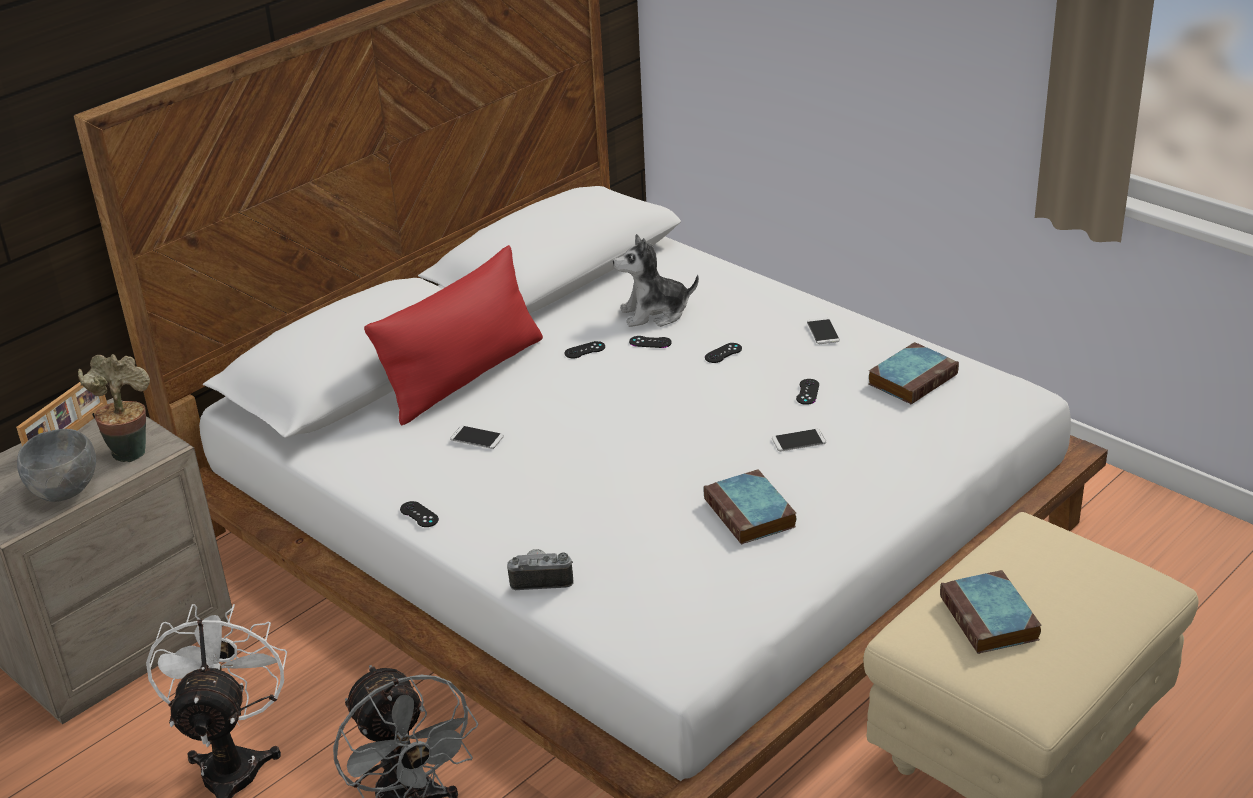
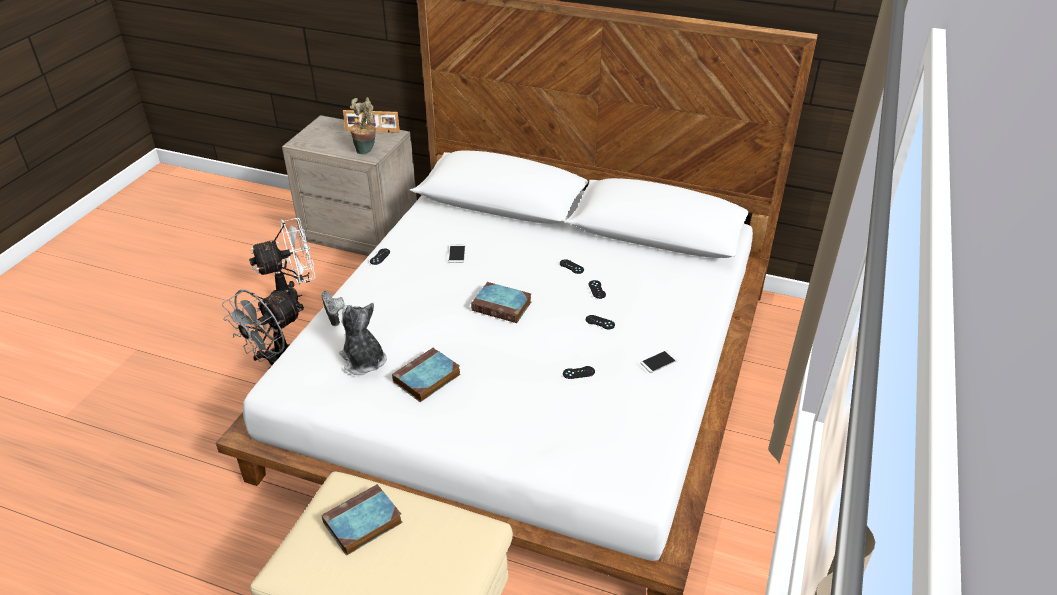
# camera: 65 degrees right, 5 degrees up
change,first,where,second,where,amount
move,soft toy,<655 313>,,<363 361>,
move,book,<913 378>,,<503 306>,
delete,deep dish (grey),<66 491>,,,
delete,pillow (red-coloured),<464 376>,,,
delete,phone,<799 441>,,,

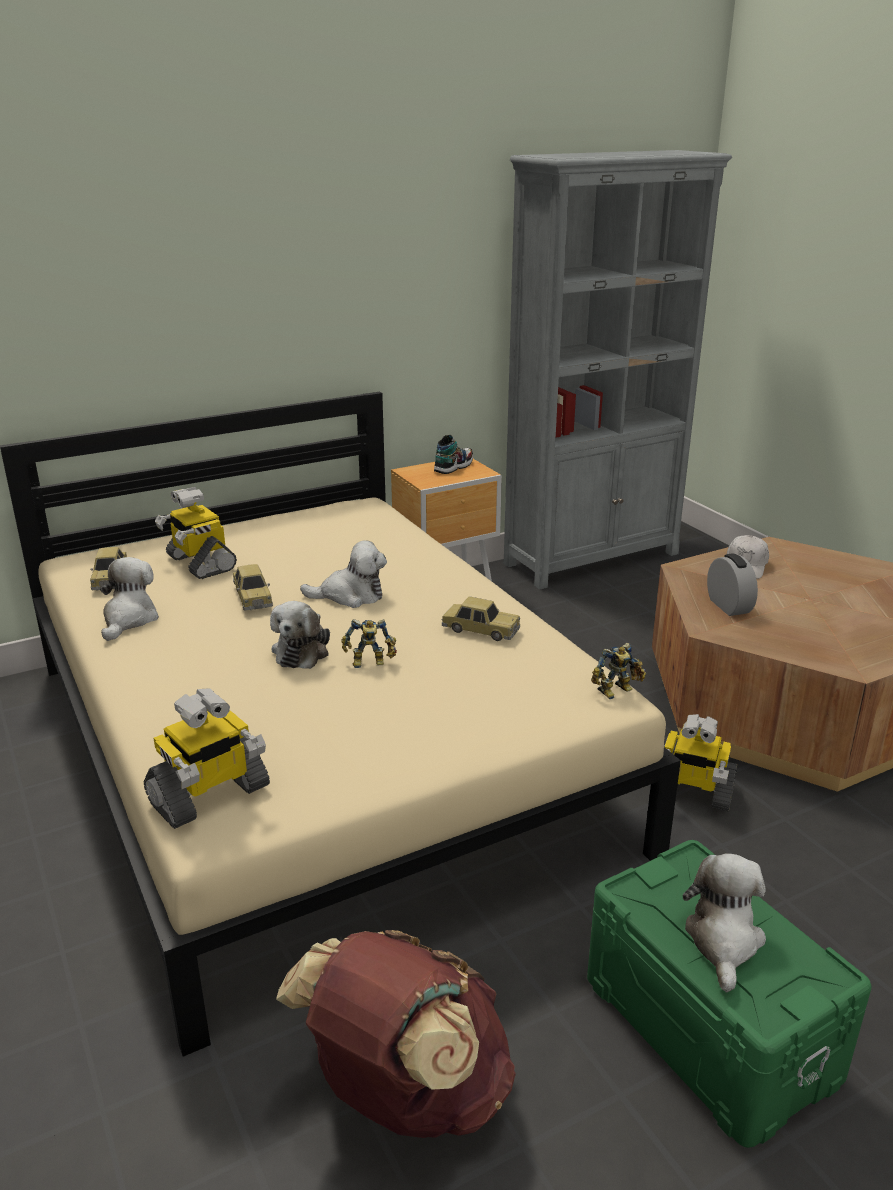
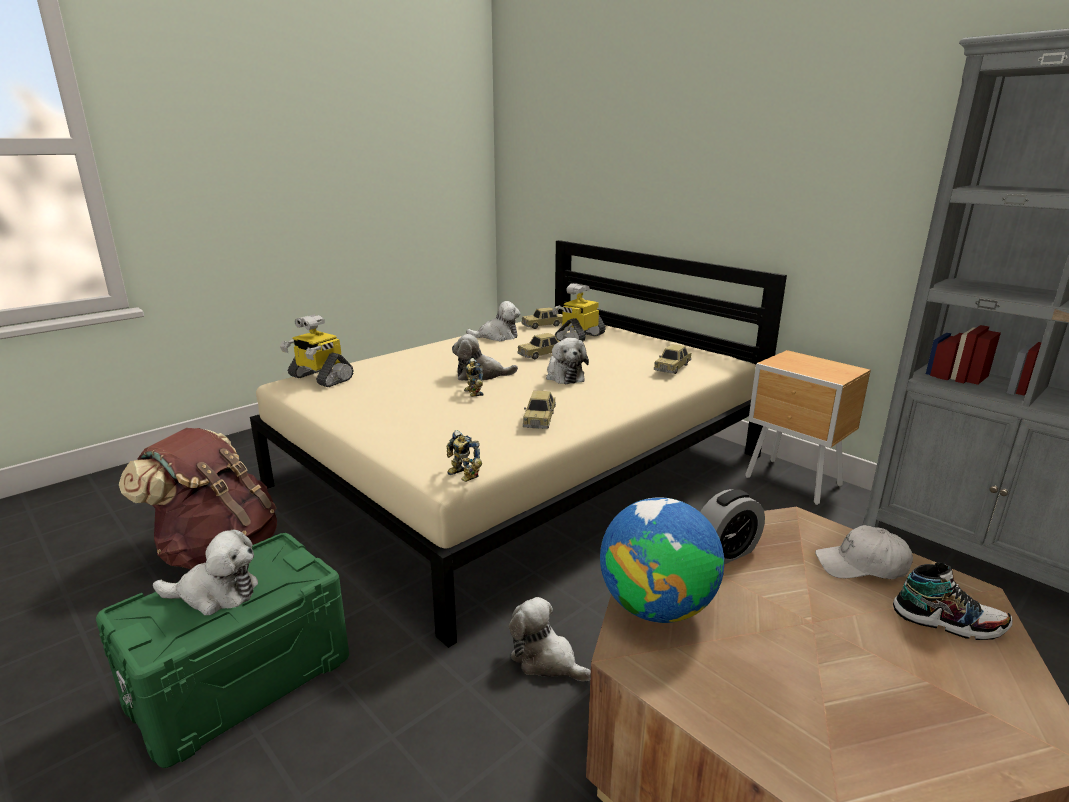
# camera: 75 degrees right, 5 degrees down
change,first,where,second,where,amount
replace,model robot,<691 792>,soft toy,<546 660>,
insert,,,desk globe,<657 607>,
insert,,,miniature car,<672 367>,
move,item of footwear,<453 466>,,<947 622>,

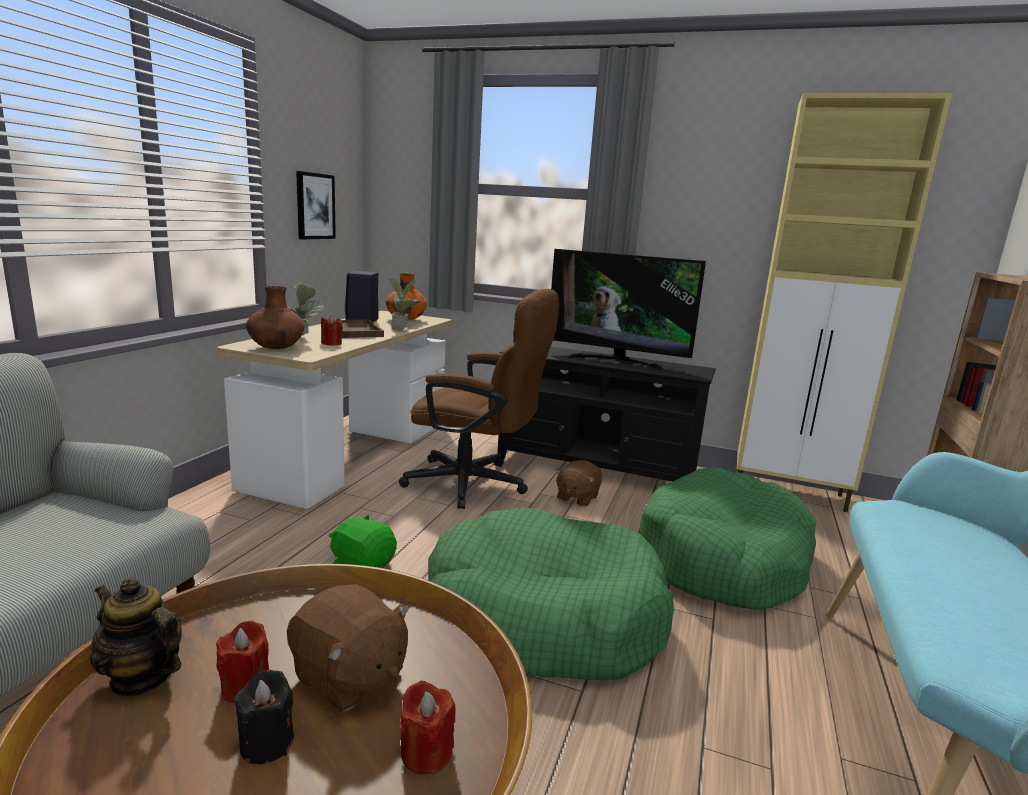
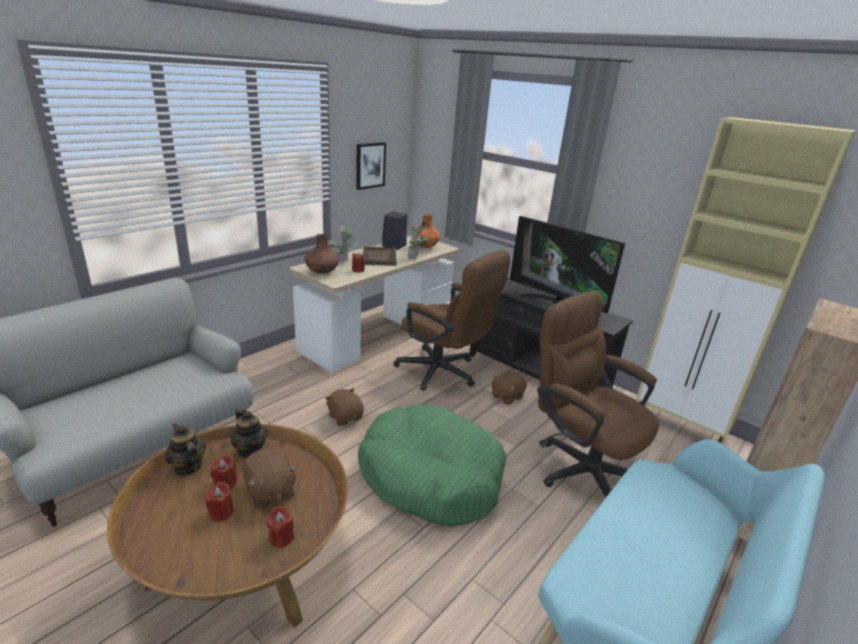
# camera: 20 degrees right, 10 degrees up
change,first,where,second,where,amount
recolor,wax candle (blackish),<267 743>,wax candle (red-coloured),<221 512>,
insert,,,tea pot,<251 450>,
recolor,soft toy (green),<363 564>,soft toy (brown),<345 417>,
replace,dog bed (green),<723 559>,desk chair (brown),<580 466>,

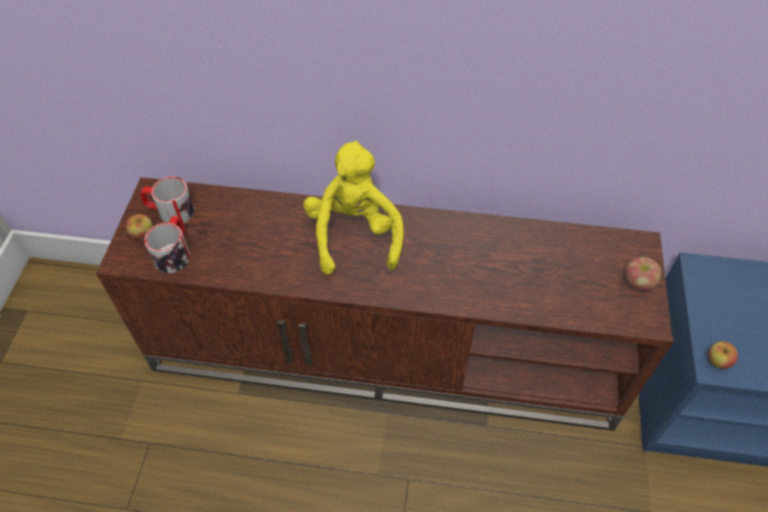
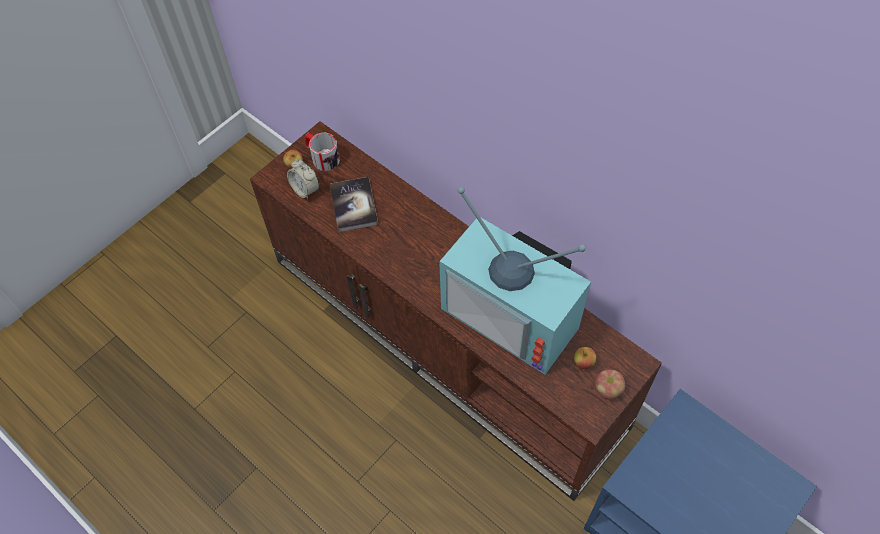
# camera: 35 degrees right, 5 degrees up
change,first,where,second,where,amount
replace,tea mug,<174 252>,alarm clock,<305 190>,
insert,,,book,<353 205>,
insert,,,TV set,<515 314>,
move,apple,<717 361>,,<583 362>,
delete,soft toy (yellow-coloured),<354 235>,,,

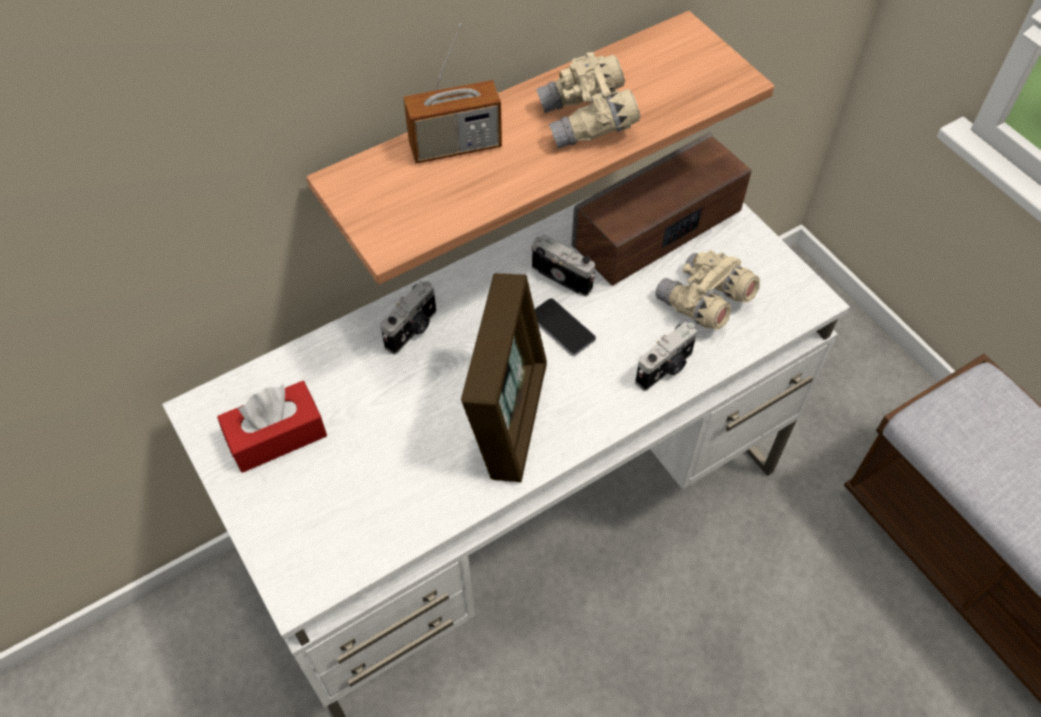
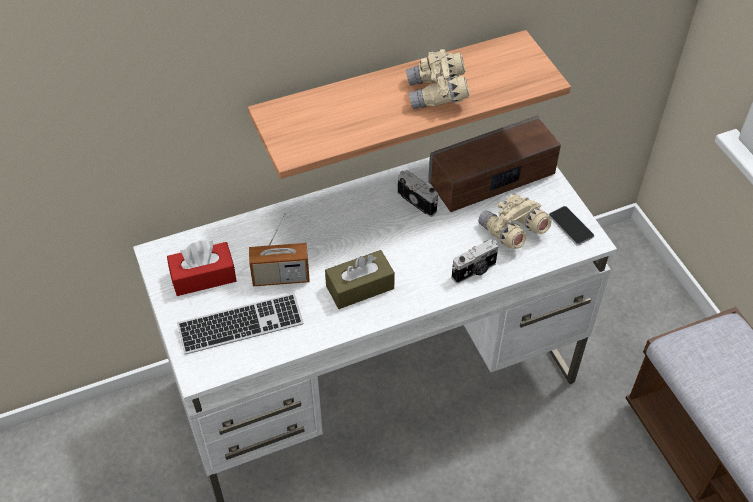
# camera: 10 degrees right, 5 degrees down
change,first,where,second,where,amount
insert,,,computer keyboard,<241 325>,
move,radio,<455 146>,,<281 277>,
replace,standing frame,<509 417>,tissue box (brown),<360 287>,
move,phone,<562 328>,,<571 226>,
delete,still camera,<413 330>,,,

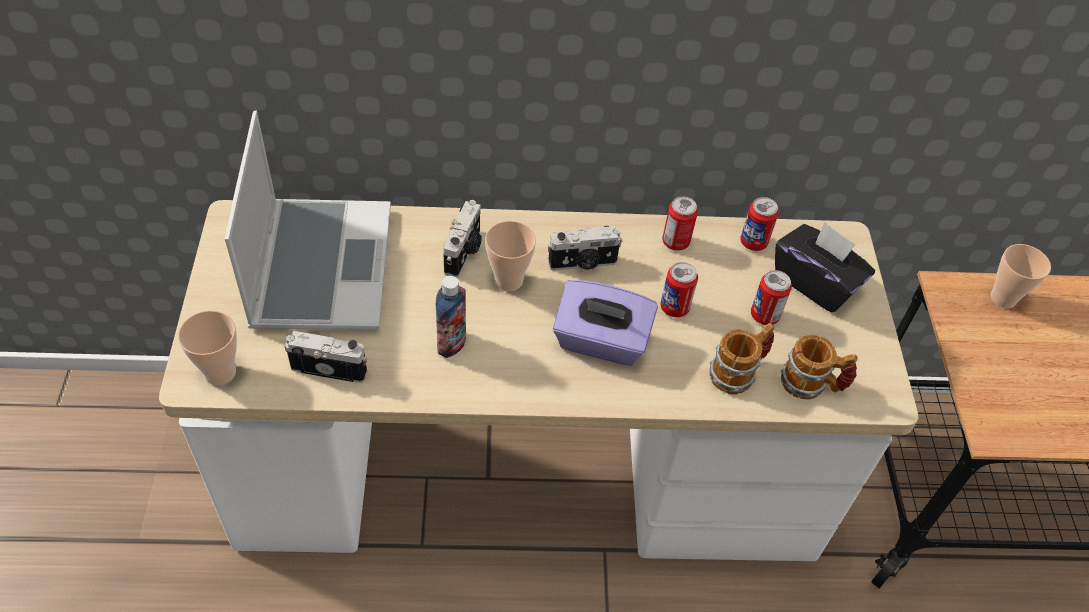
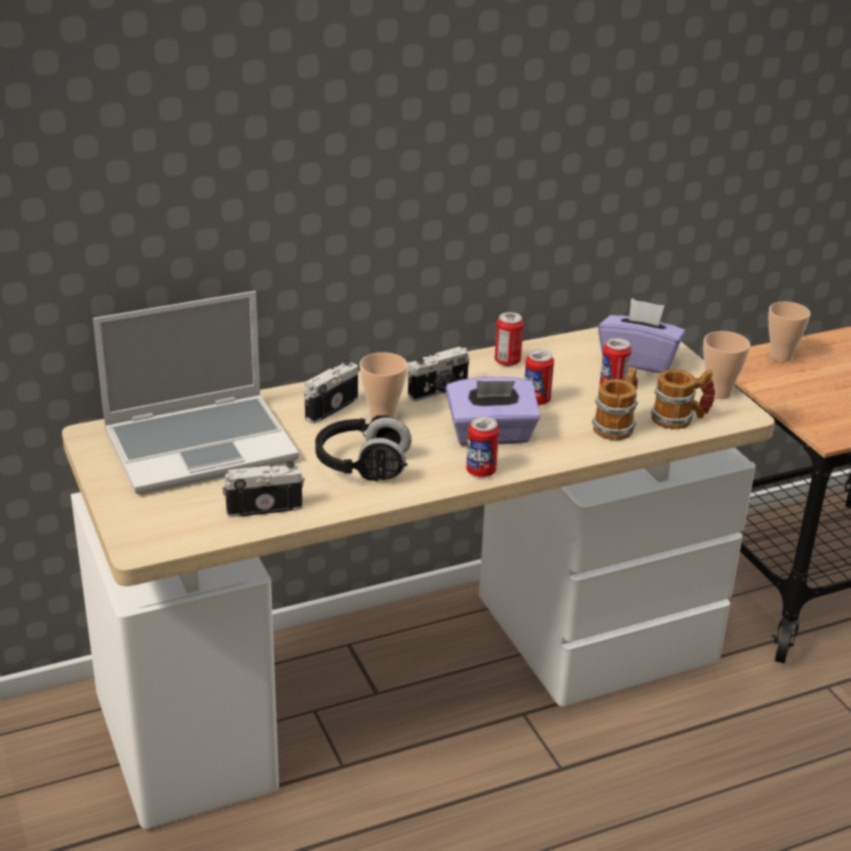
# camera: 20 degrees left, 20 degrees down
change,first,where,second,where,amount
rotate,portable computer,<320 265>,,<202 445>,90 degrees clockwise
rotate,still camera,<464 252>,,<329 408>,135 degrees counterclockwise
replace,bottle,<451 344>,headset (blackish),<363 466>,
move,can,<753 242>,,<481 471>,
recolor,tissue box (blackish),<815 282>,tissue box (purplish),<638 360>,
move,small cup,<220 372>,,<718 392>,

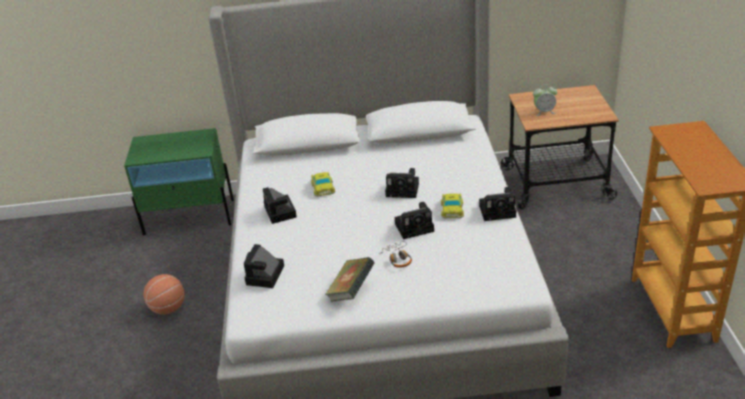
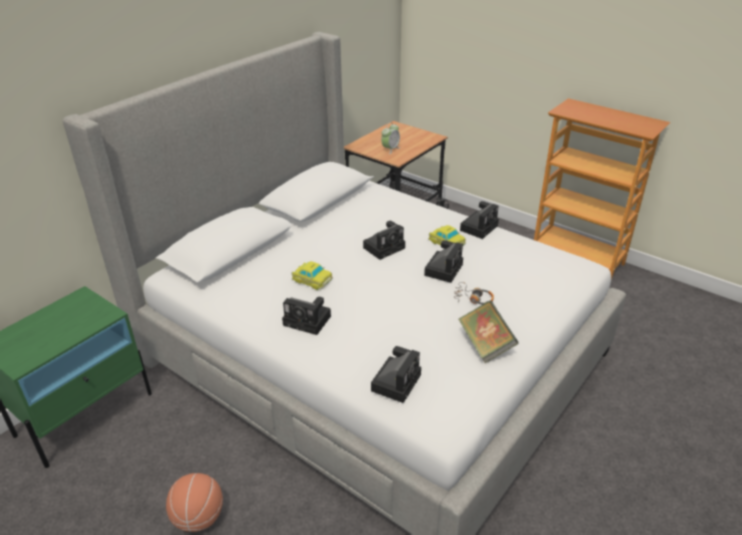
# camera: 50 degrees left, 0 degrees up
change,first,where,second,where,amount
rotate,still camera,<265 276>,,<396 381>,120 degrees counterclockwise

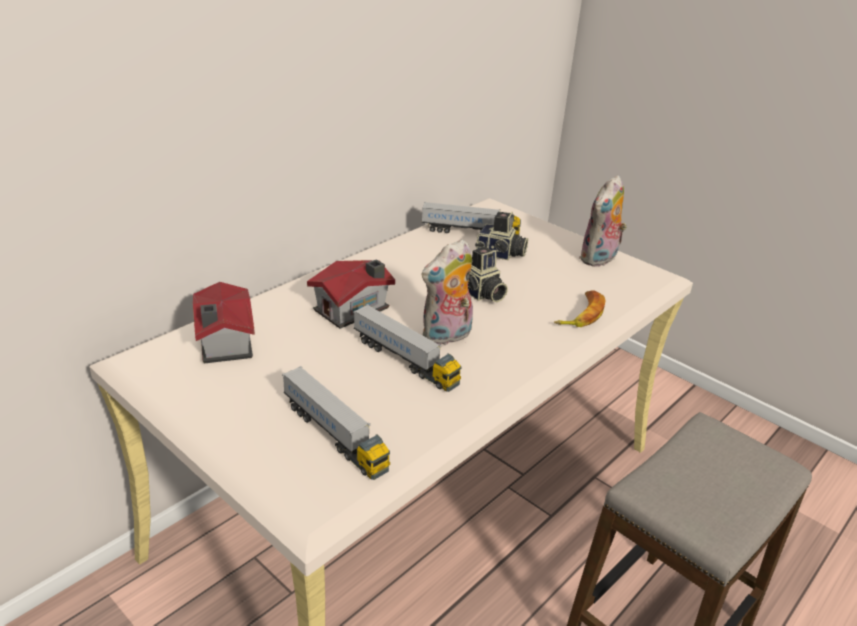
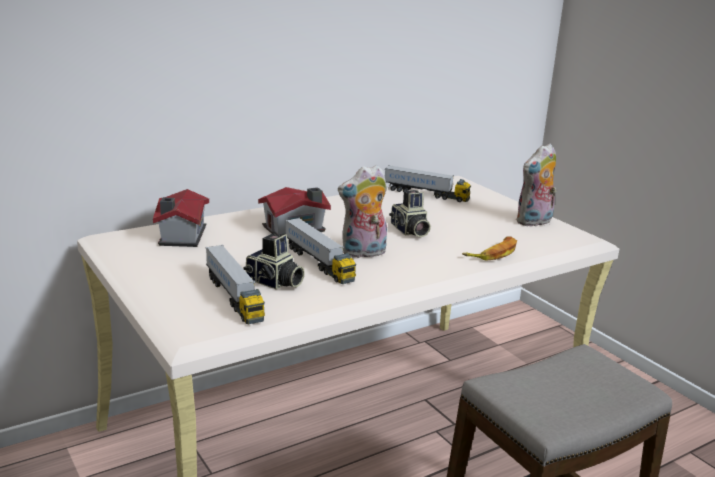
# camera: 15 degrees right, 10 degrees down
change,first,where,second,where,amount
move,still camera,<500 254>,,<274 282>,

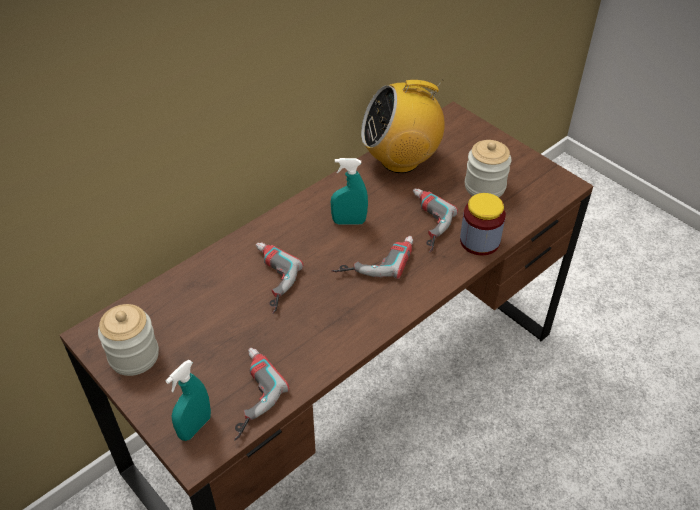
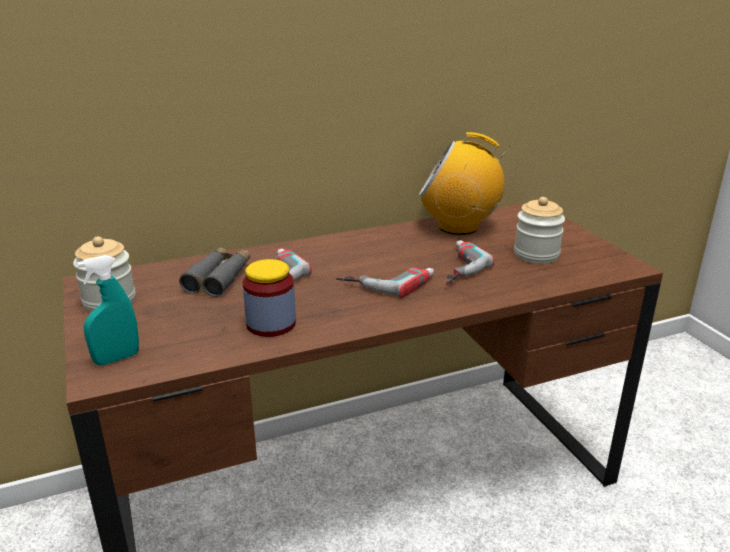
# camera: 20 degrees right, 20 degrees down
change,first,where,second,where,amount
insert,,,pair of binoculars (grey),<219 278>,
move,jar,<479 241>,,<271 324>,
delete,electric drill,<246 395>,,,
delete,hand sprayer (turquoise-coloured),<349 222>,,,

